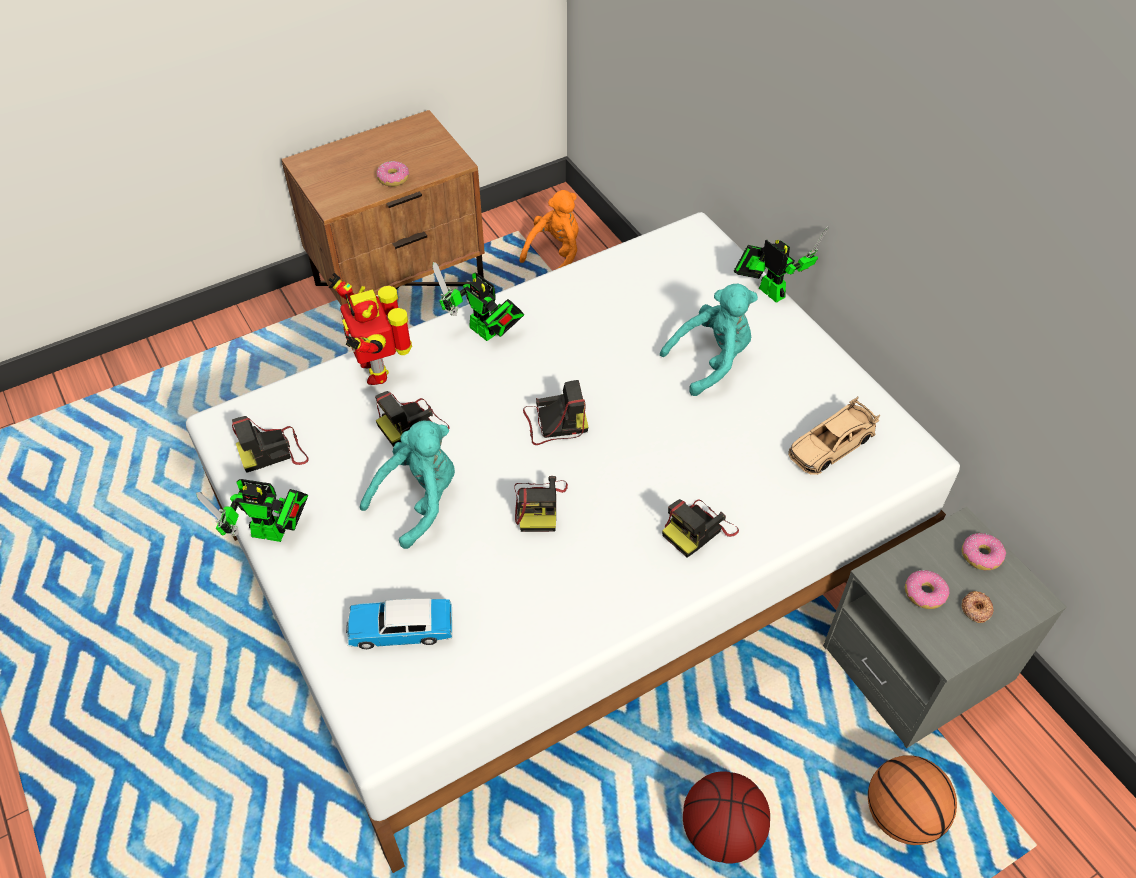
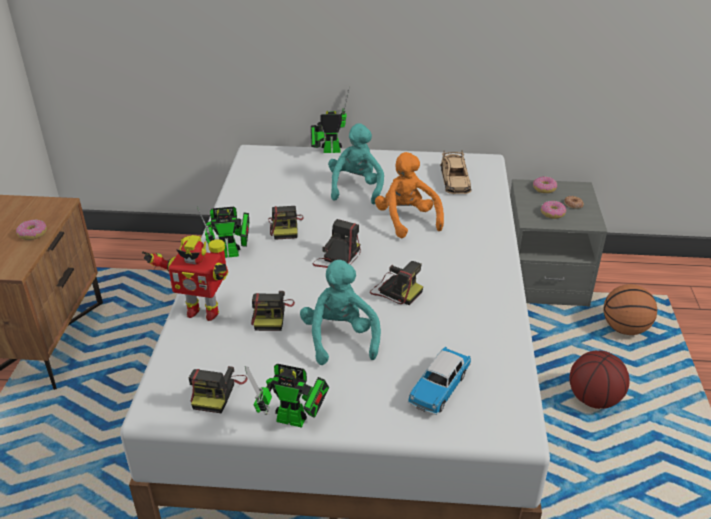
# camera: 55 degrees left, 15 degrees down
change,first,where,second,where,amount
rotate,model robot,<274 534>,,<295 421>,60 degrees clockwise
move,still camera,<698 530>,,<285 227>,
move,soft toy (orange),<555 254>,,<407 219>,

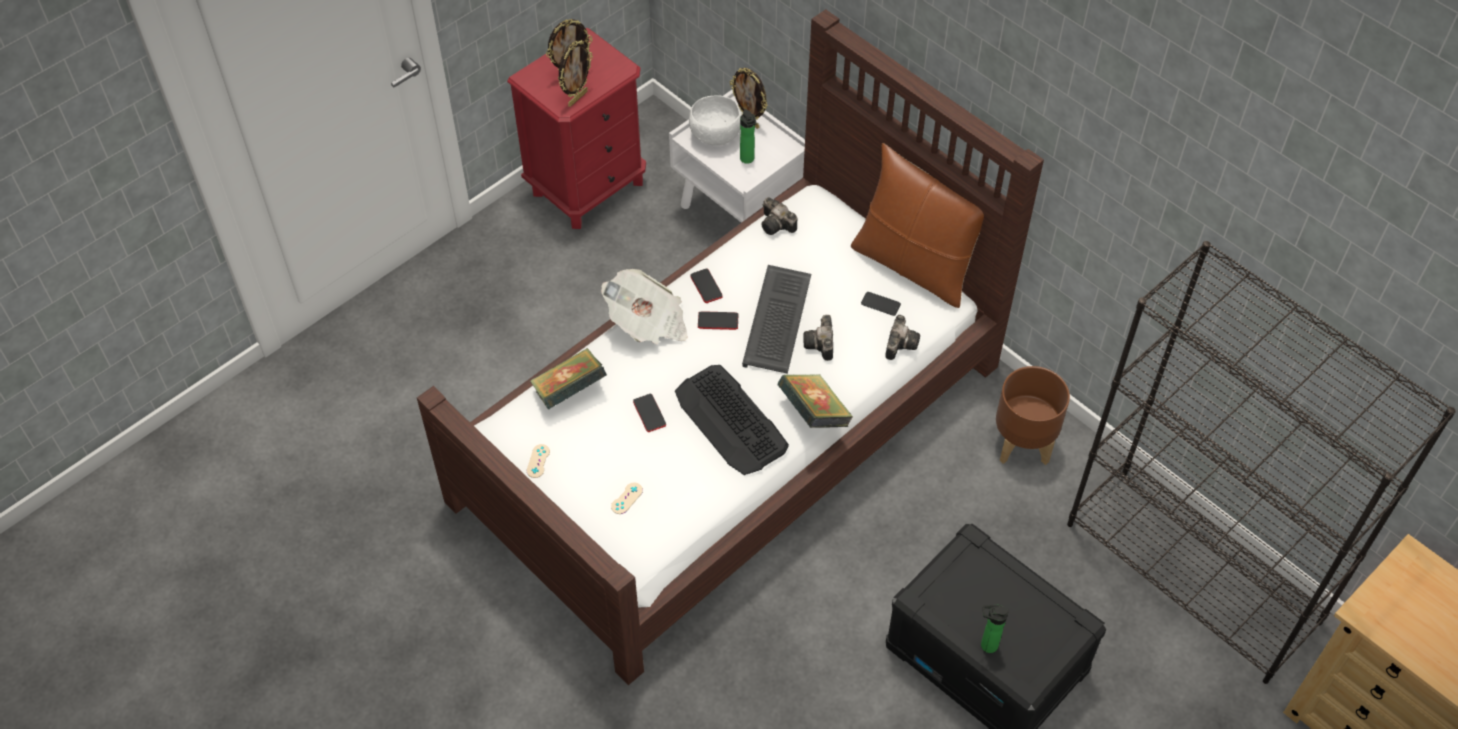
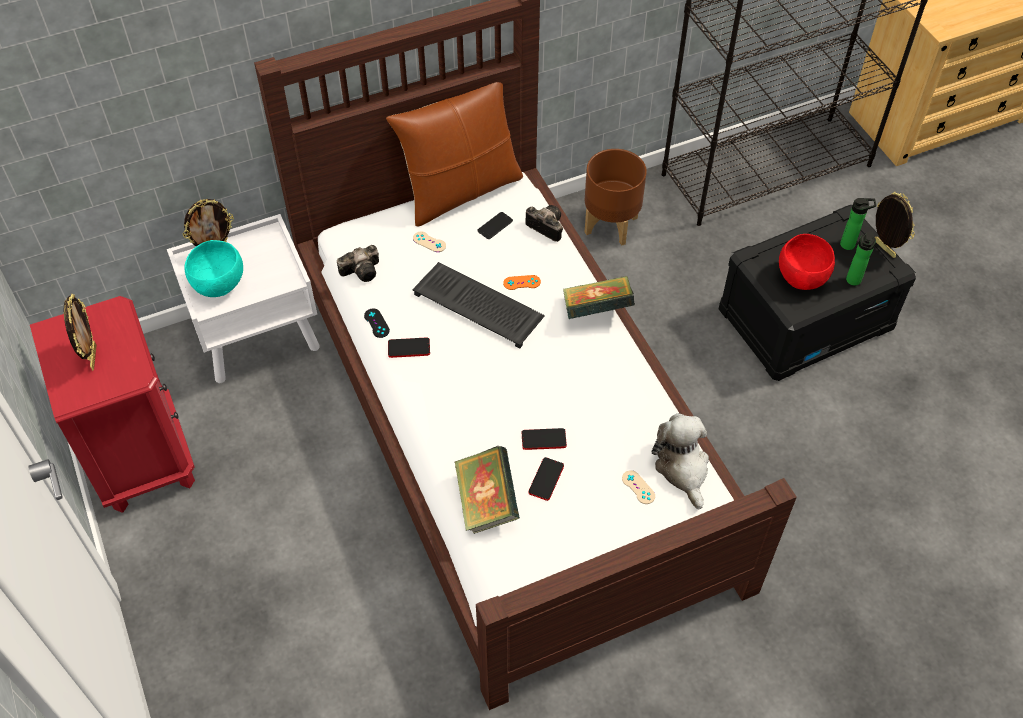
# camera: 70 degrees left, 0 degrees up
change,first,where,second,where,amount
recolor,deep dish (white-coloured),<716 137>,deep dish (turquoise-coloured),<220 285>,
insert,,,game controller (blackish),<376 323>,
move,game controller (sand-coloured),<538 461>,,<429 242>,
replace,still camera,<820 345>,game controller (orange),<522 282>,
move,phone,<718 321>,,<546 479>,
insert,,,soft toy,<682 468>,
insert,,,deep dish (red-coloured),<801 278>,
move,bottle,<748 160>,,<850 244>,
move,standing frame,<577 98>,,<883 249>,
delete,daily paper,<648 323>,,,
delete,computer keyboard,<730 421>,,,

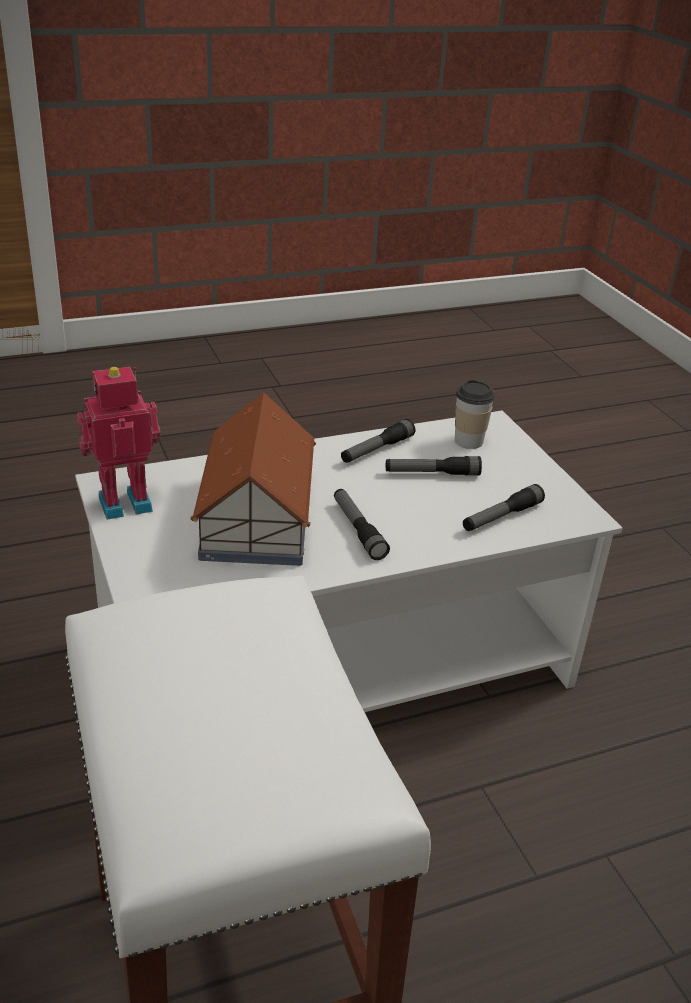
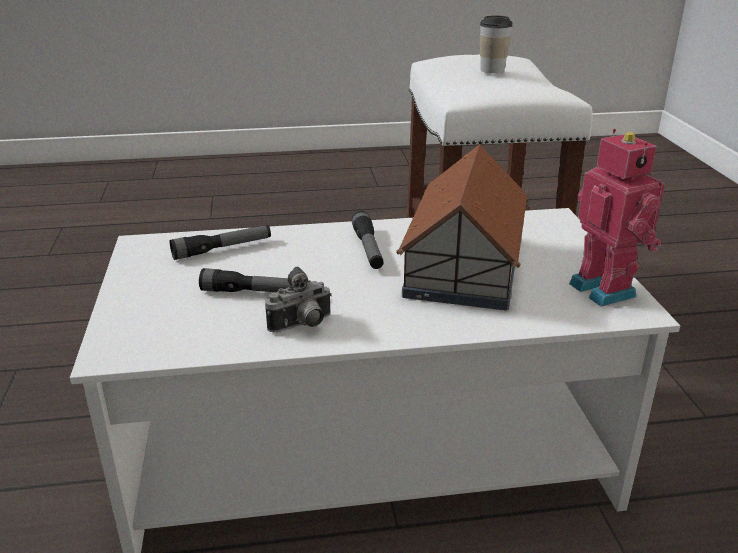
# camera: 165 degrees left, 5 degrees down
change,first,where,second,where,amount
replace,torch,<377 449>,still camera,<302 326>,
move,small cup,<468 441>,,<492 70>,
rotate,model robot,<124 502>,,<605 289>,105 degrees counterclockwise

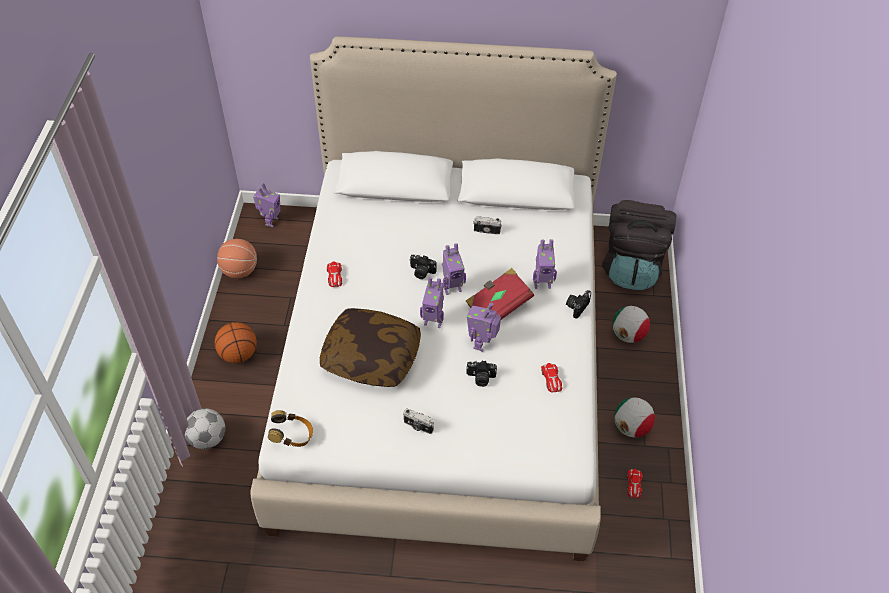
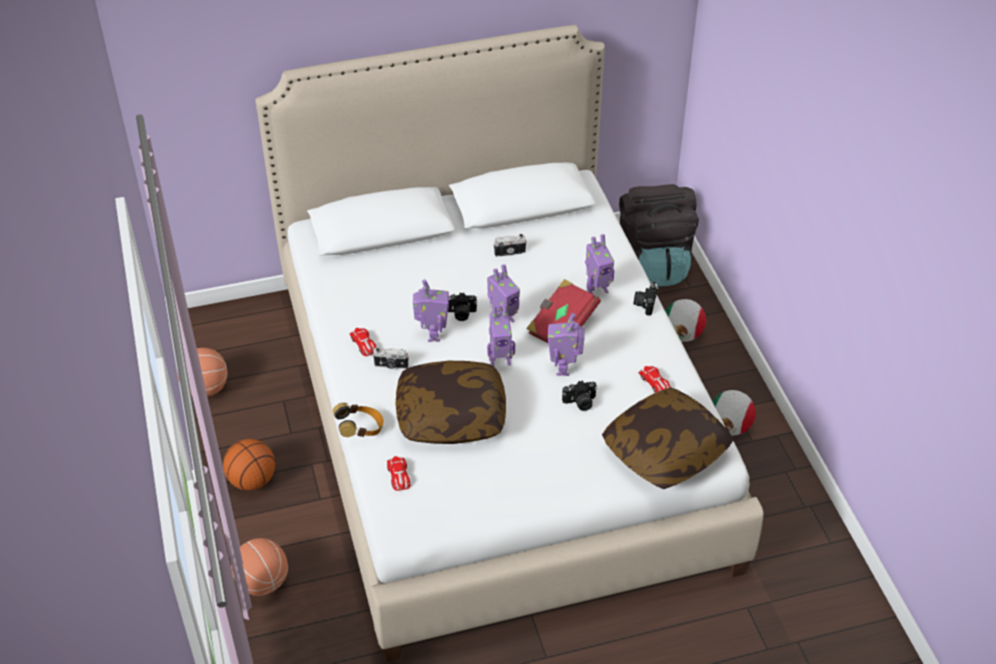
# camera: 20 degrees left, 5 degrees down
change,first,where,second,where,amount
replace,ball for football,<208 439>,basketball,<262 582>,
move,headset,<293 436>,,<361 430>,
move,still camera,<418 426>,,<391 366>,
move,miniature car,<634 484>,,<399 475>,
move,model robot,<271 221>,,<432 335>,
insert,,,pillow,<665 451>,

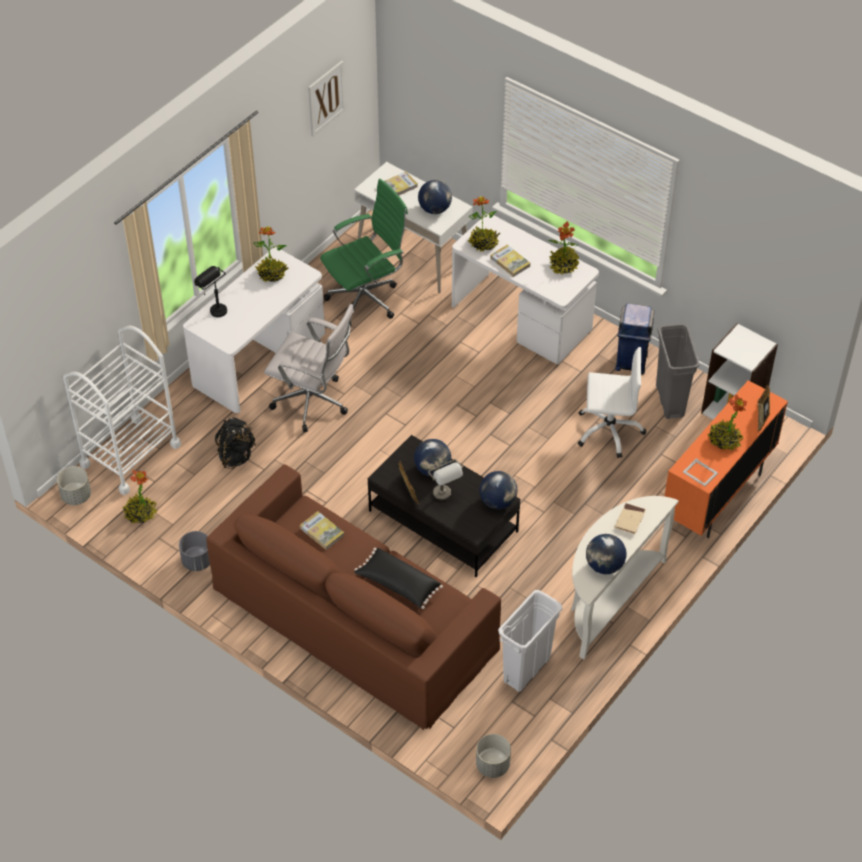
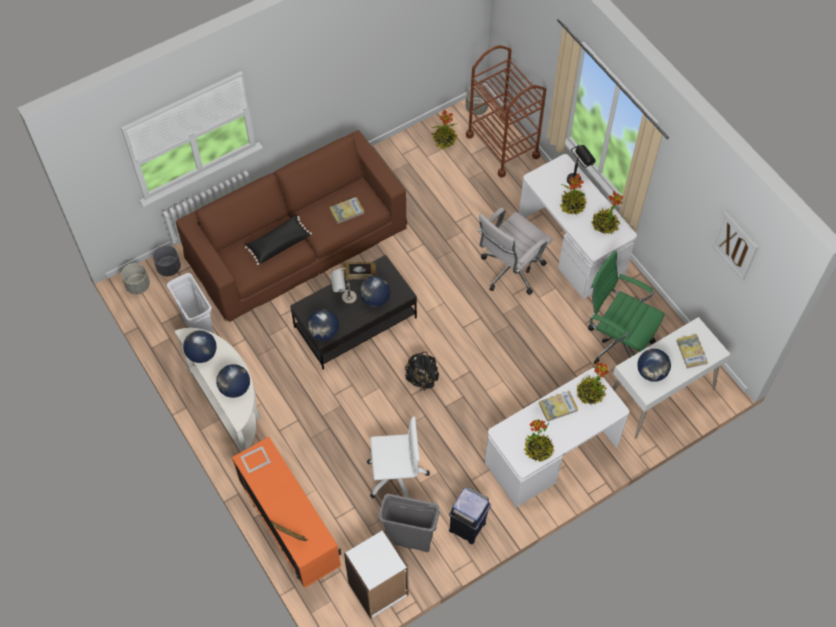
# camera: 110 degrees right, 10 degrees up
change,first,where,second,where,amount
move,flower pot (grey),<197 561>,,<169 267>,
replace,book (sand-coloured),<630 520>,desk globe,<235 388>,
rotate,desk chair (white-coloured),<609 430>,,<396 476>,120 degrees counterclockwise
move,knapsack (blackish),<236 456>,,<422 378>,
recolor,trolley (white-coloured),<130 455>,trolley (brown),<502 146>,
move,plant in a pot,<724 440>,,<572 205>,
rotate,desk chair (green),<366 299>,,<616 342>,135 degrees clockwise

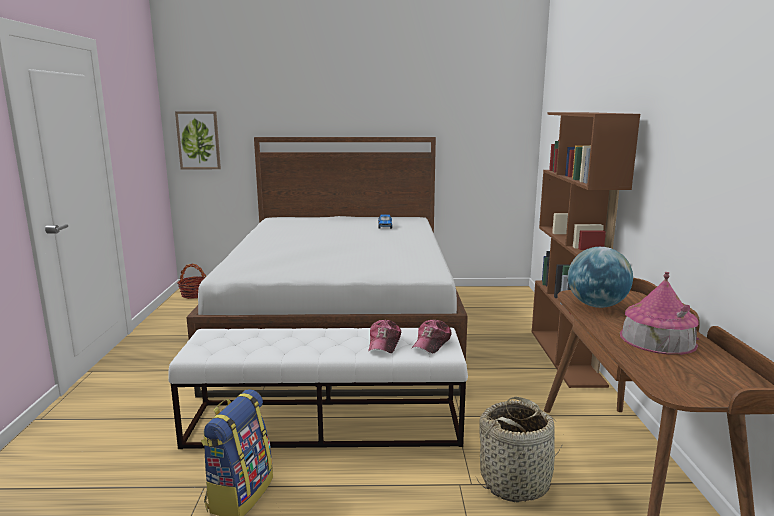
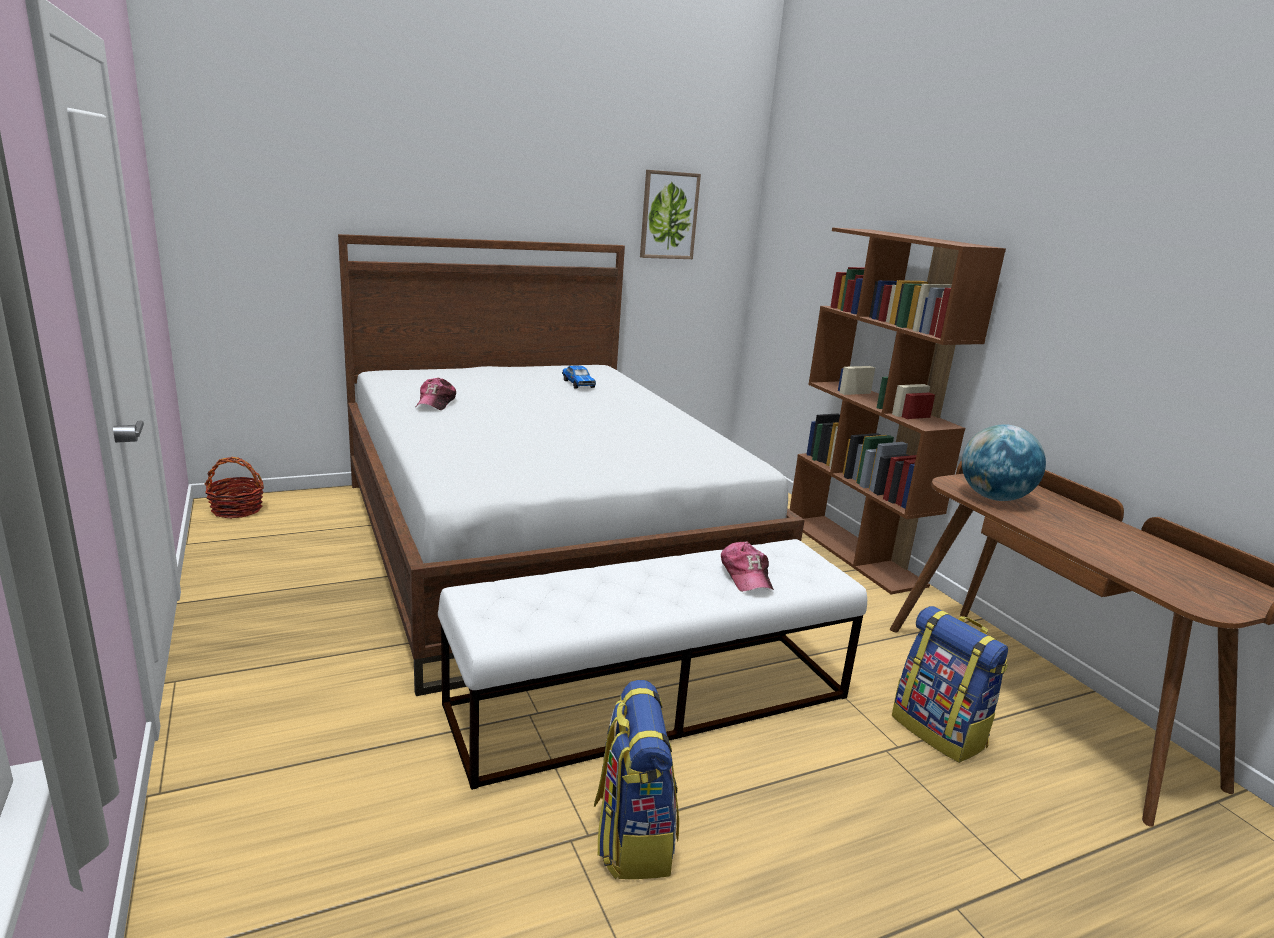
# camera: 25 degrees left, 5 degrees up
change,first,where,second,where,amount
move,baseball cap,<432 343>,,<436 403>,
move,wall art,<198 140>,,<669 215>,
replace,basket,<515 481>,knapsack,<939 731>,
delete,model house,<657 339>,,,

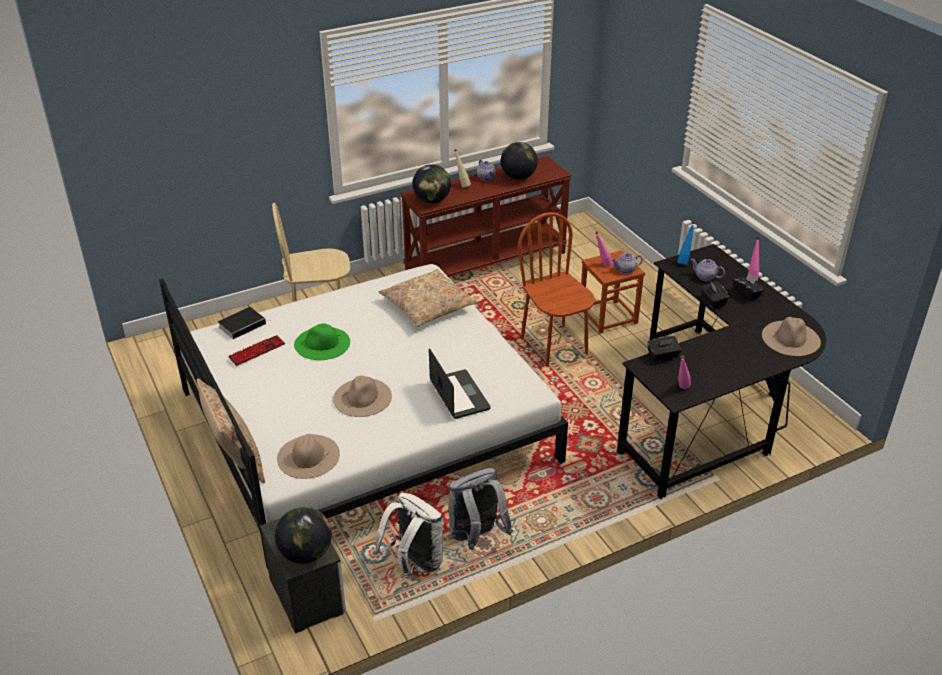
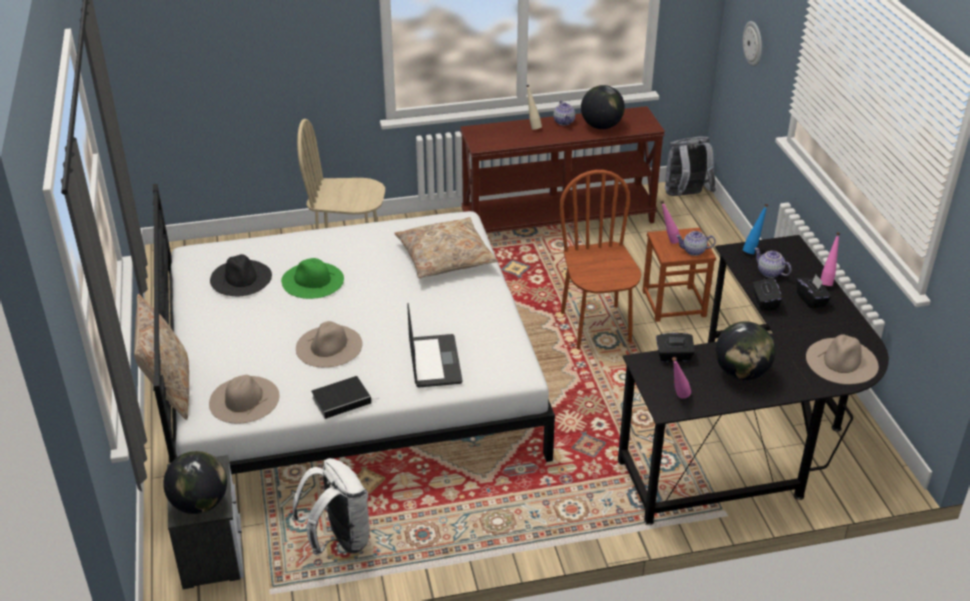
# camera: 15 degrees right, 0 degrees up
change,first,where,second,where,amount
replace,computer keyboard,<257 351>,wearable hat (blackish),<241 277>,
move,book,<243 324>,,<343 399>,
move,knapsack (grey),<476 536>,,<685 196>,
move,desk globe,<432 200>,,<741 373>,
insert,,,clock on the wall,<753 43>,

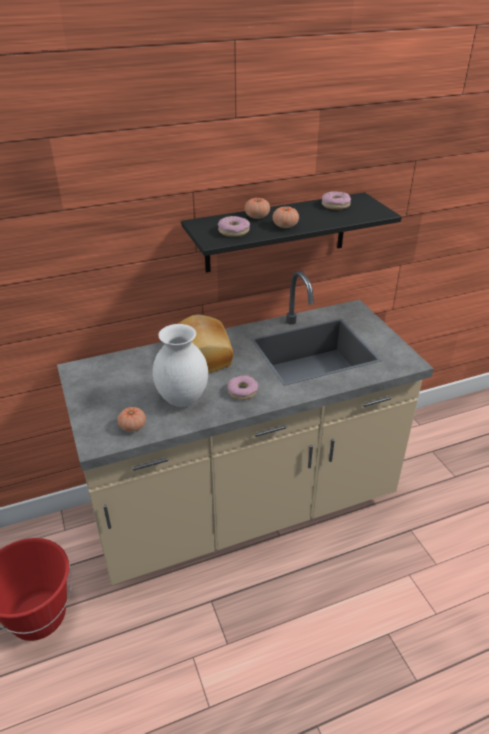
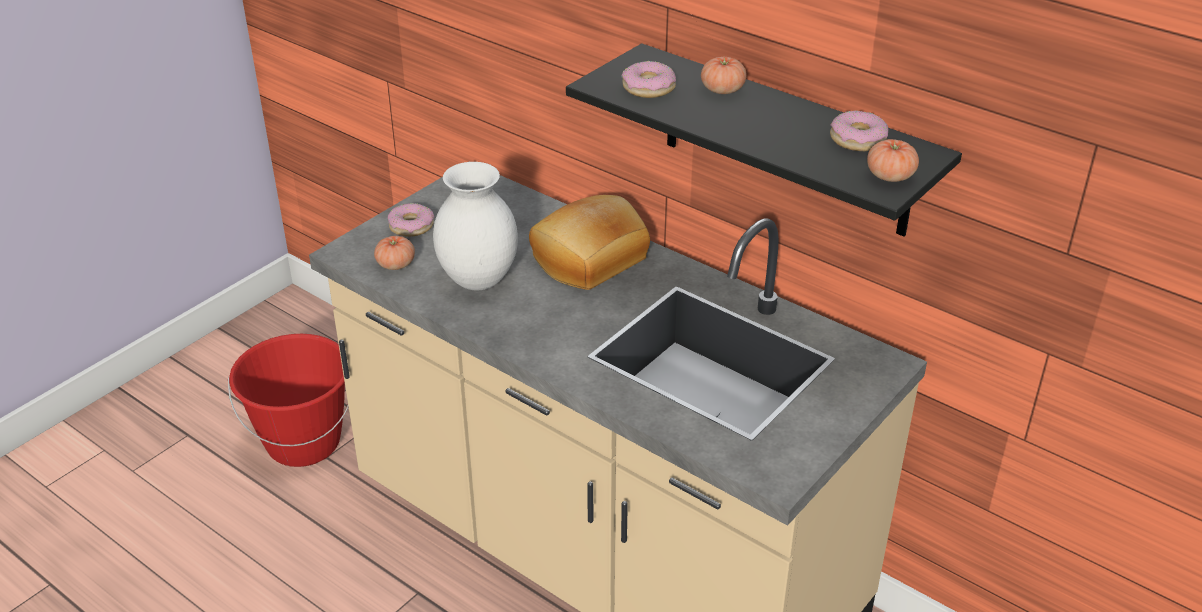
# camera: 60 degrees right, 0 degrees up
change,first,where,second,where,amount
move,donut,<242 391>,,<411 226>,
move,tomato,<285 226>,,<890 176>,

